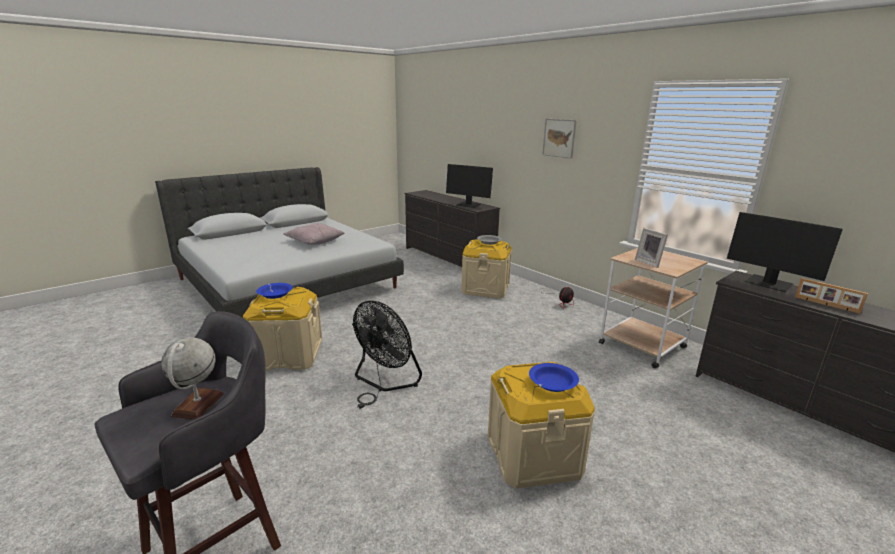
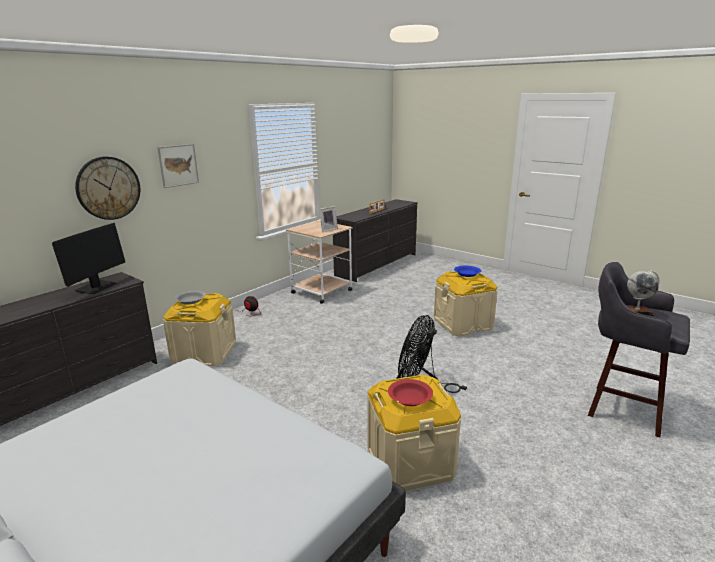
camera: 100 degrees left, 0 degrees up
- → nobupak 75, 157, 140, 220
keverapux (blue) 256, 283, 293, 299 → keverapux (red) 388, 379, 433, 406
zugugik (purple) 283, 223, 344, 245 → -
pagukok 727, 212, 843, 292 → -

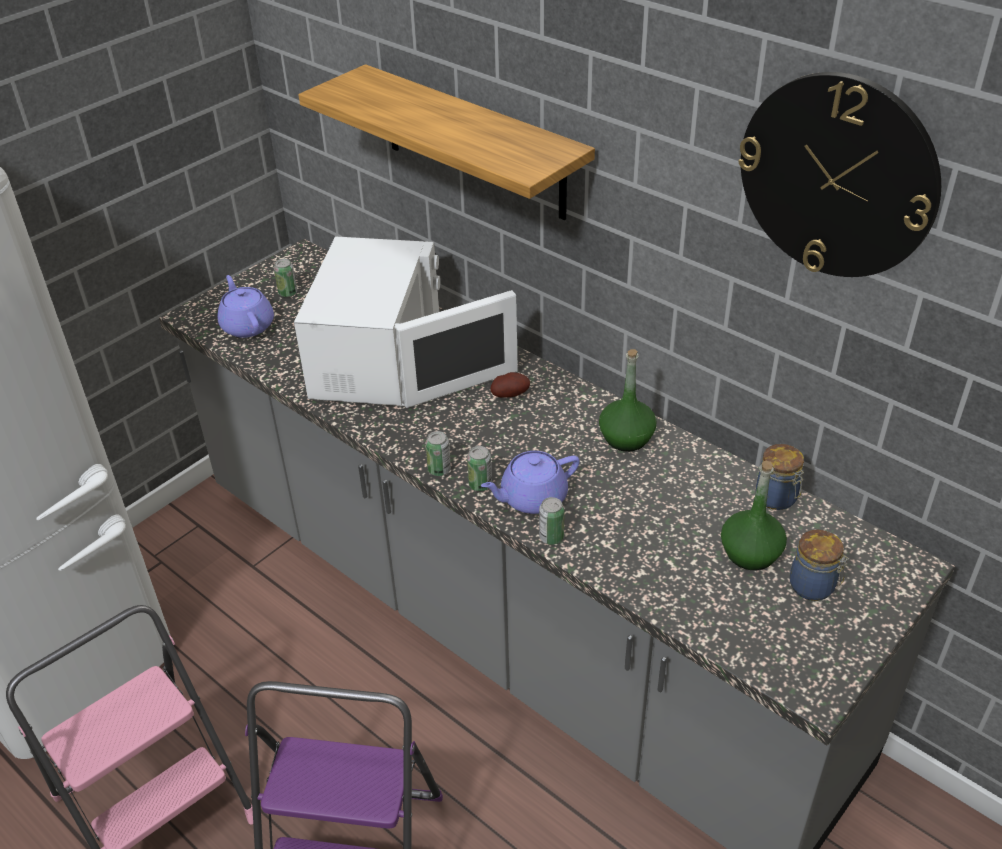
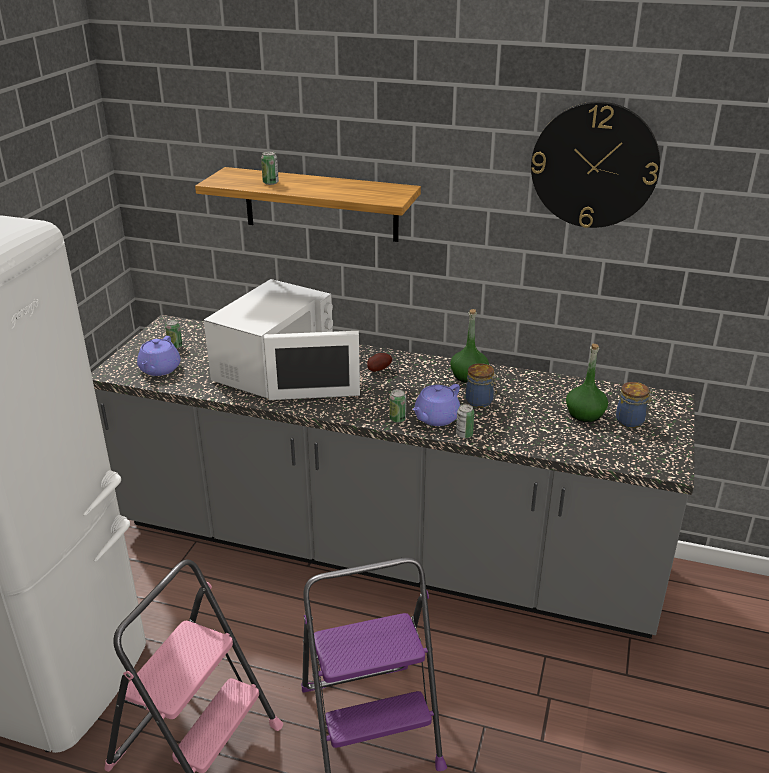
camera: 25 degrees left, 10 degrees down
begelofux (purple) 217, 275, 274, 338 → begelofux (purple) 137, 336, 181, 376, 120 degrees counterclockwise
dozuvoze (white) 294, 236, 518, 408 → dozuvoze (white) 204, 279, 360, 400, 45 degrees clockwise
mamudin 425, 431, 451, 476 → mamudin 261, 151, 279, 185, relocated
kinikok 756, 444, 804, 510 → kinikok 466, 363, 497, 408, relocated

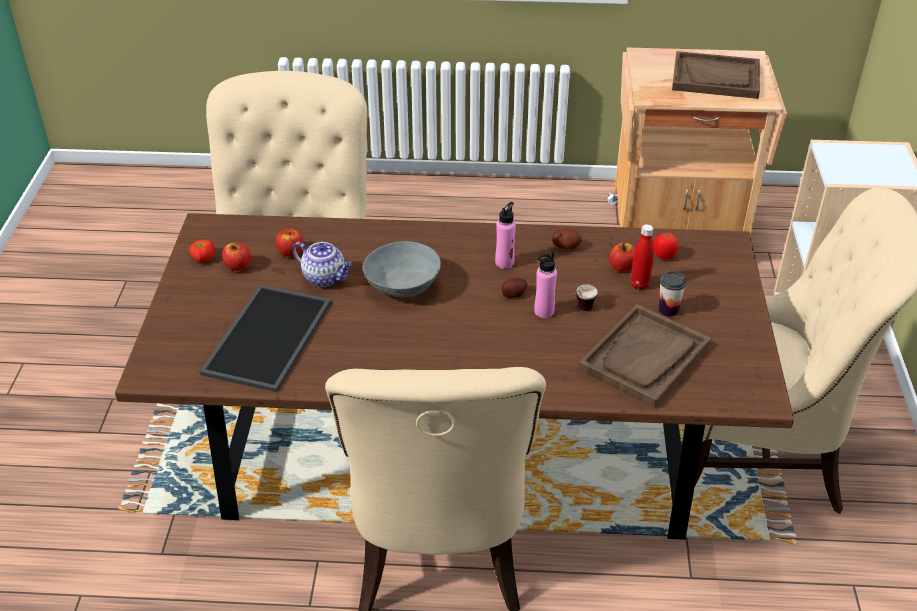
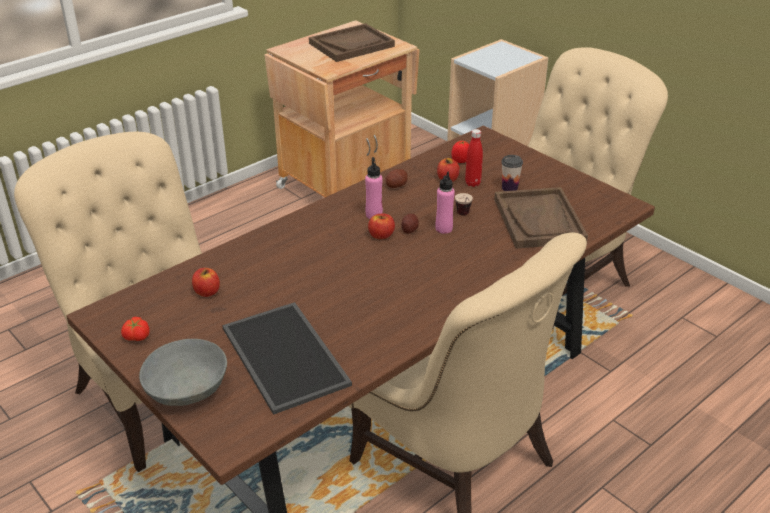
camera: 45 degrees left, 5 degrees down
keverapux (grey) 363, 241, 441, 297 → keverapux (grey) 139, 339, 227, 406, relocated
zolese 222, 243, 251, 271 → zolese 368, 214, 395, 239, relocated
begelofux 292, 242, 353, 287 → -

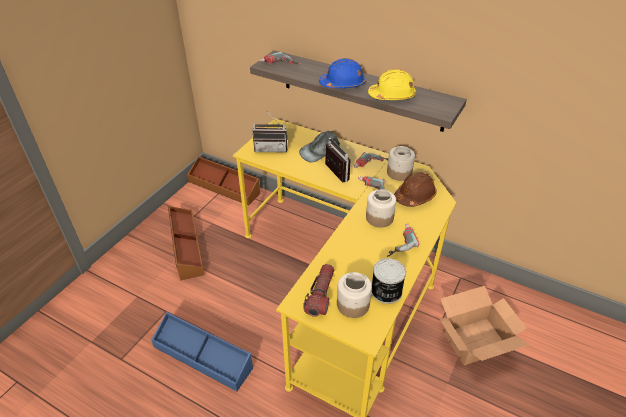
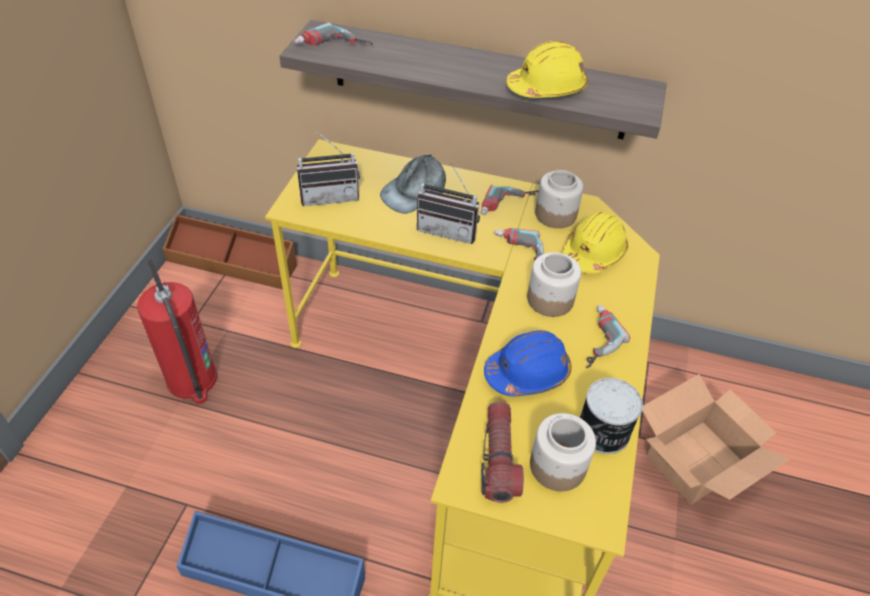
camera: 15 degrees left, 5 degrees up
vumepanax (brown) 168, 206, 205, 281 → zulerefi 137, 260, 217, 404
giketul 325, 138, 351, 183 → giketul 417, 162, 480, 244, 150 degrees clockwise
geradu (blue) 319, 58, 366, 88 → geradu (blue) 484, 330, 571, 396, relocated
geradu (brown) 394, 172, 437, 207 → geradu (yellow) 562, 212, 628, 273

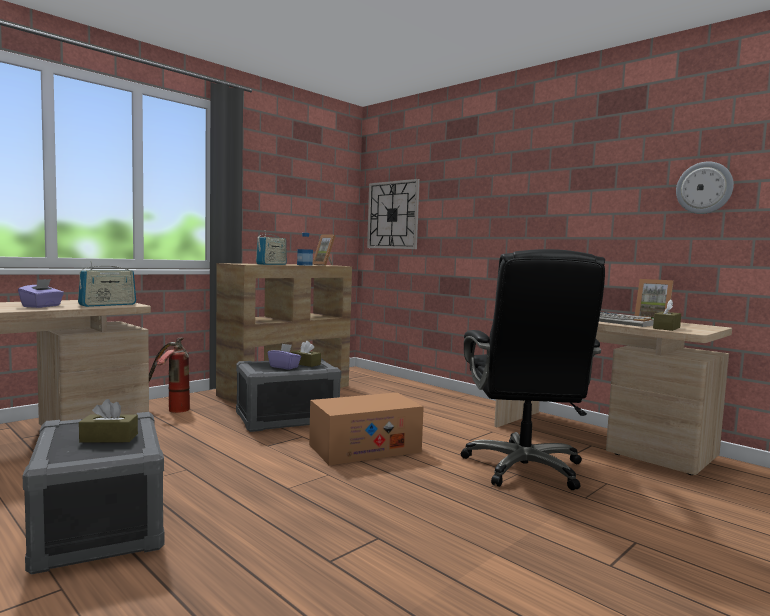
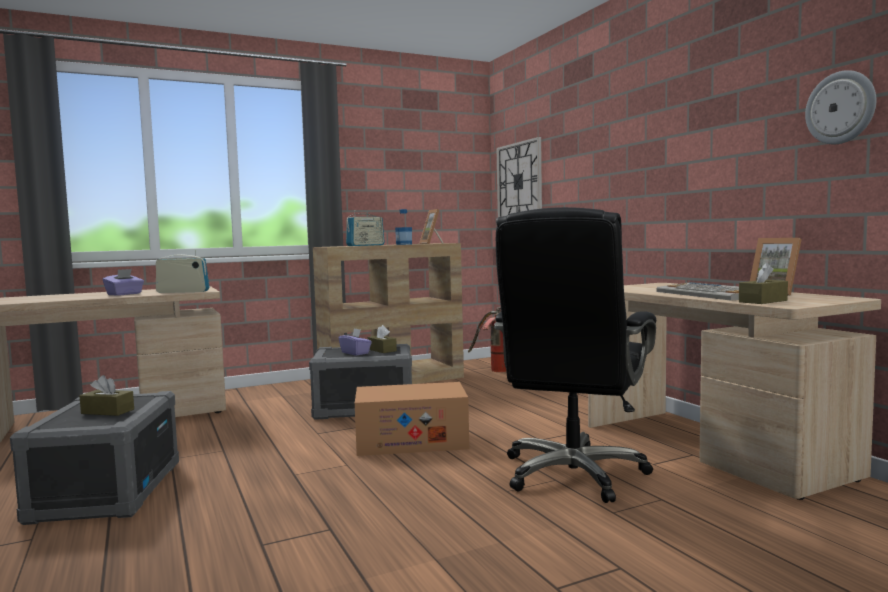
camera: 20 degrees right, 0 degrees up
giketul 78, 261, 136, 307 → giketul 156, 250, 209, 293, 150 degrees counterclockwise
zulerefi 149, 338, 190, 413 → zulerefi 468, 307, 506, 372, relocated

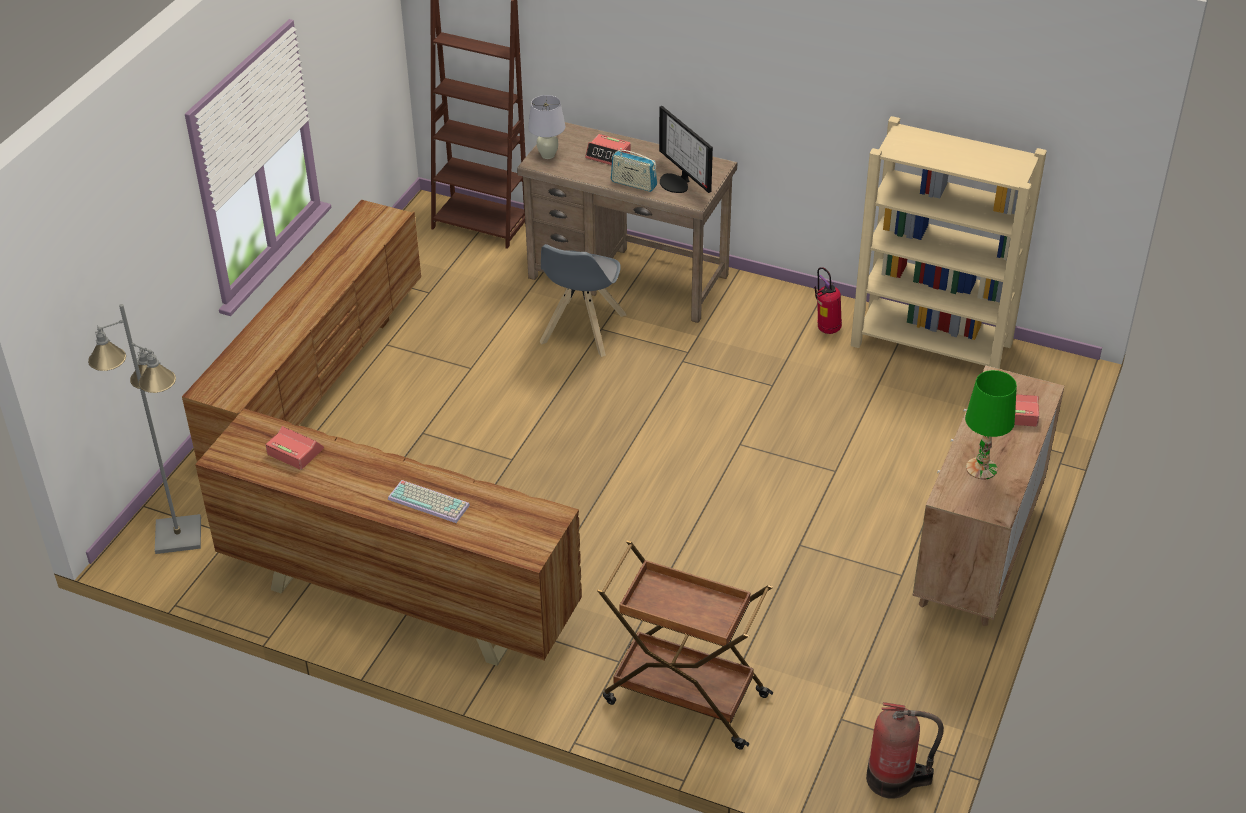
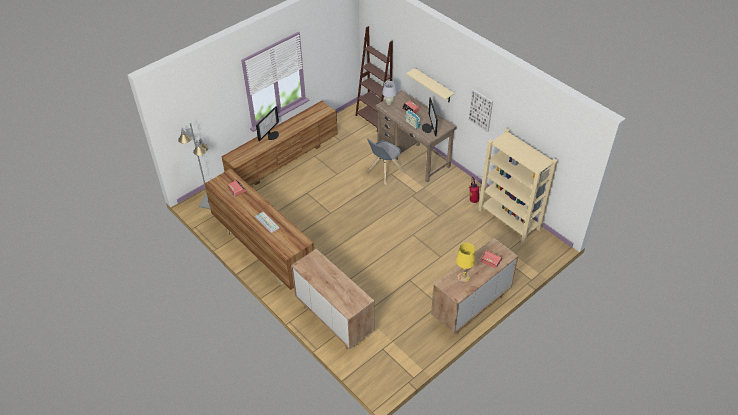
camera: 25 degrees right, 5 degrees up
- → pagukok 256, 106, 279, 141
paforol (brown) 597, 540, 773, 750 → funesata 291, 249, 374, 350
- → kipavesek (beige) 406, 68, 455, 102
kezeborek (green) 965, 370, 1017, 480 → kezeborek (yellow) 456, 243, 475, 282
- → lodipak 469, 89, 493, 133
zulerefi 866, 702, 944, 799 → -

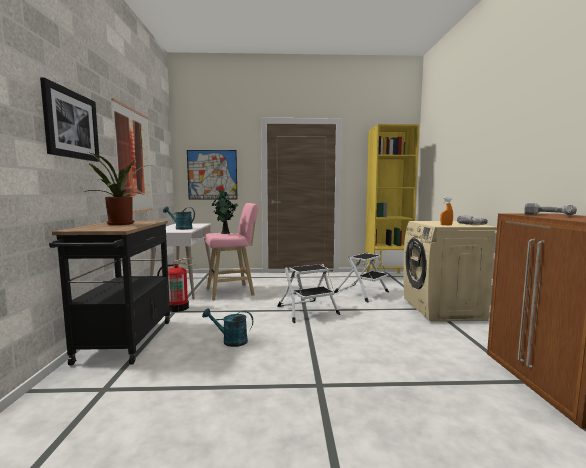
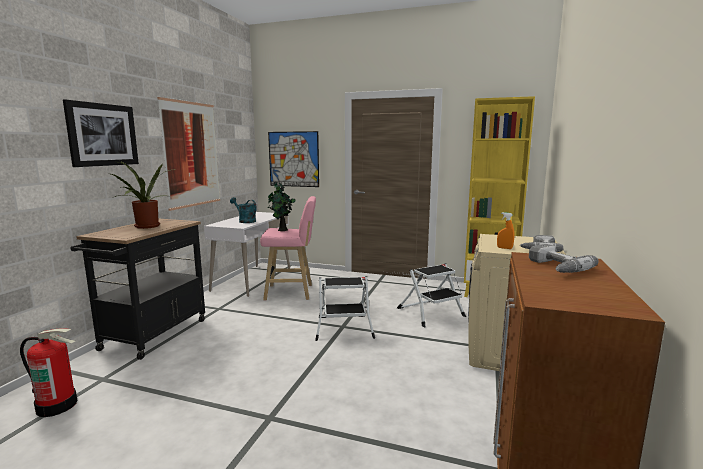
camera: 20 degrees right, 5 degrees up
zulerefi 157, 258, 195, 312 → zulerefi 20, 328, 77, 417, relocated
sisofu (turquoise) 202, 308, 253, 347 → -

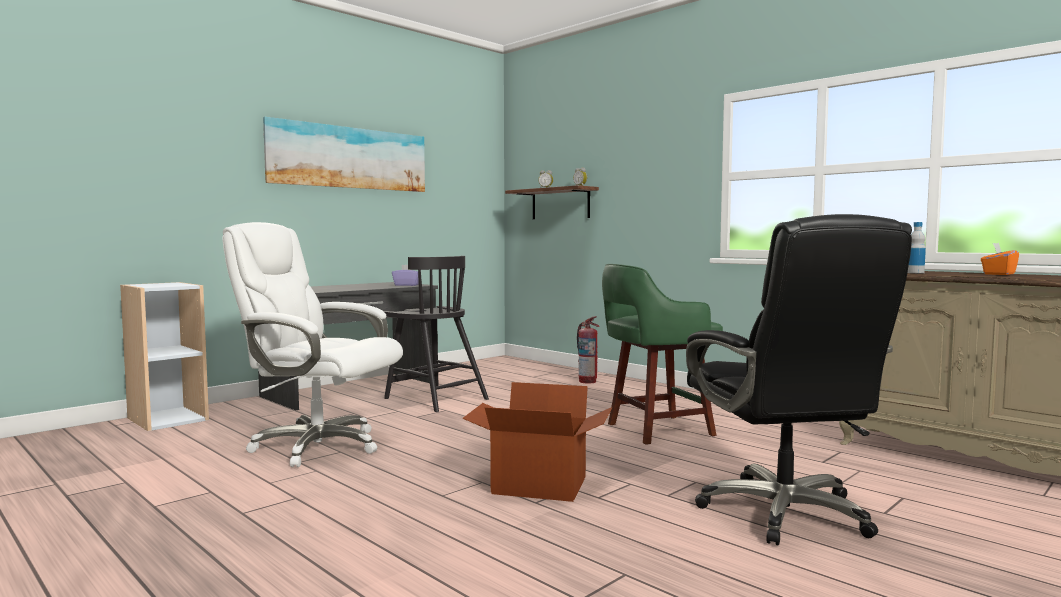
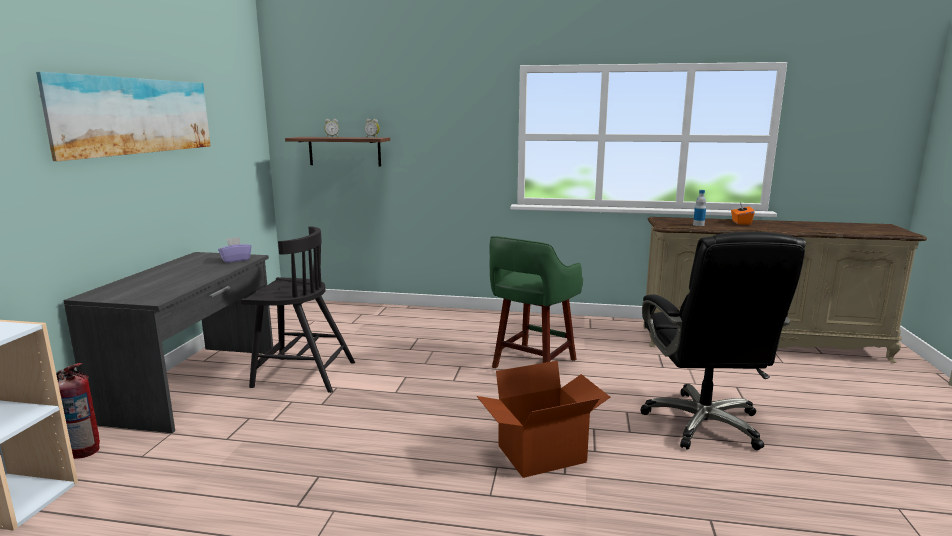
camera: 35 degrees left, 10 degrees up
zulerefi 577, 316, 599, 383 → zulerefi 56, 363, 100, 459, relocated
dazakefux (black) 686, 214, 912, 545 → dazakefux (black) 640, 232, 806, 450, 45 degrees clockwise
dazakefux (white) 222, 222, 403, 467 → -

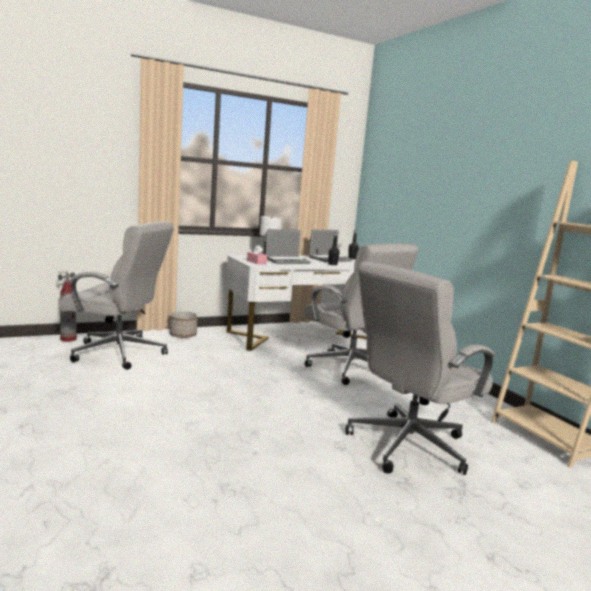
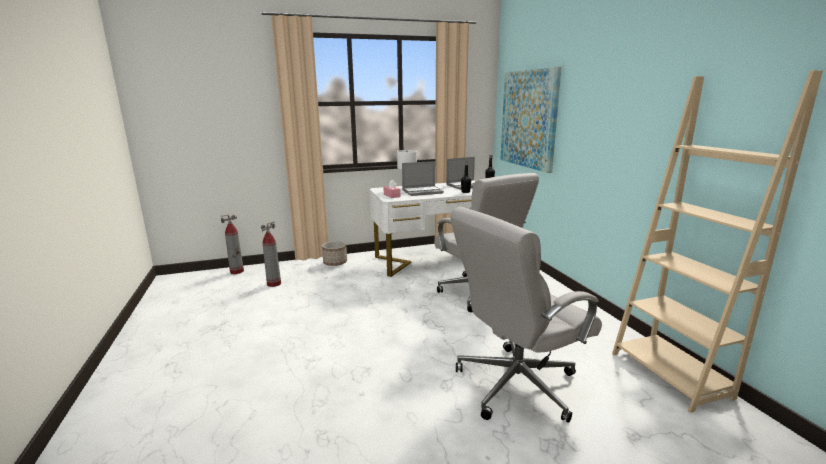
camera: 10 degrees right, 5 degrees up
dazakefux (grey) 60, 222, 174, 370 → zulerefi 261, 222, 281, 287
- → lodipak 500, 67, 561, 173

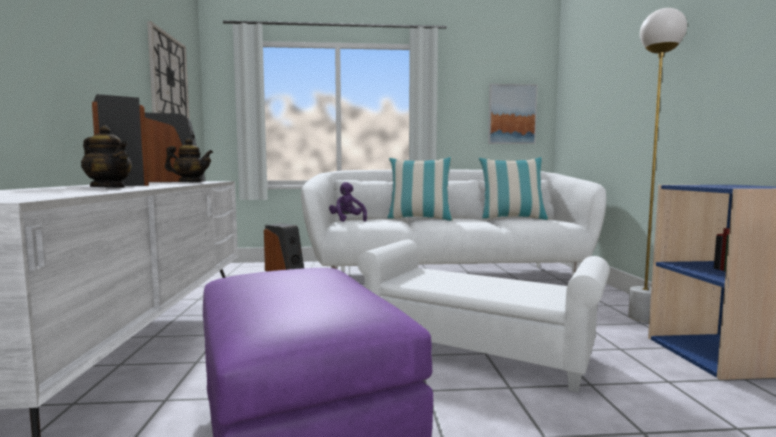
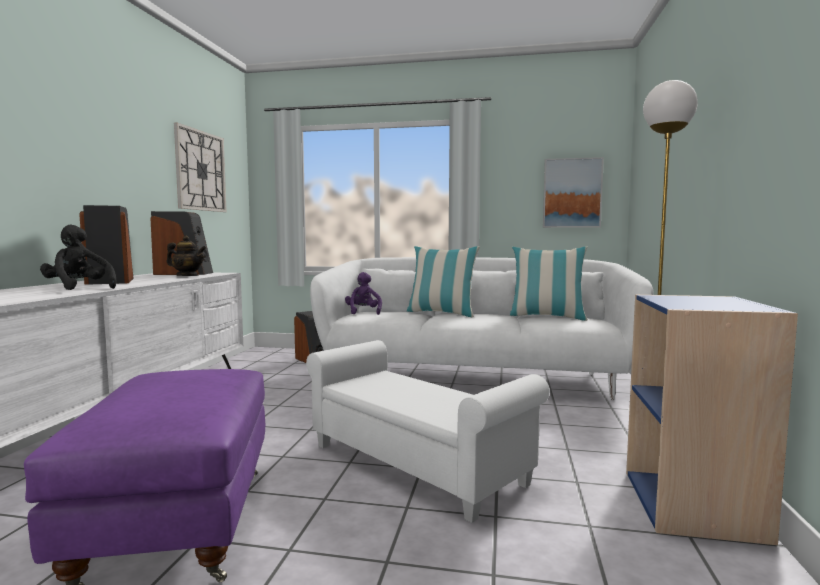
camera: 15 degrees right, 0 degrees up
begelofux 81, 125, 132, 188 → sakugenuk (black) 40, 225, 117, 290

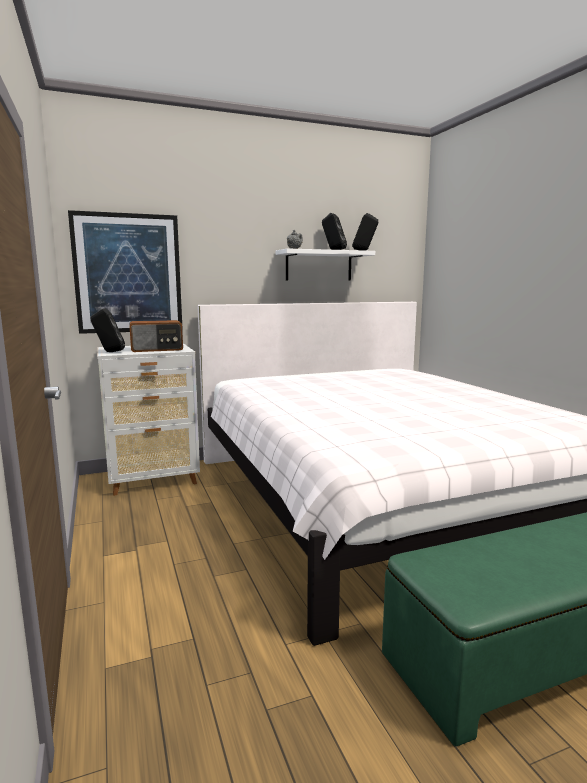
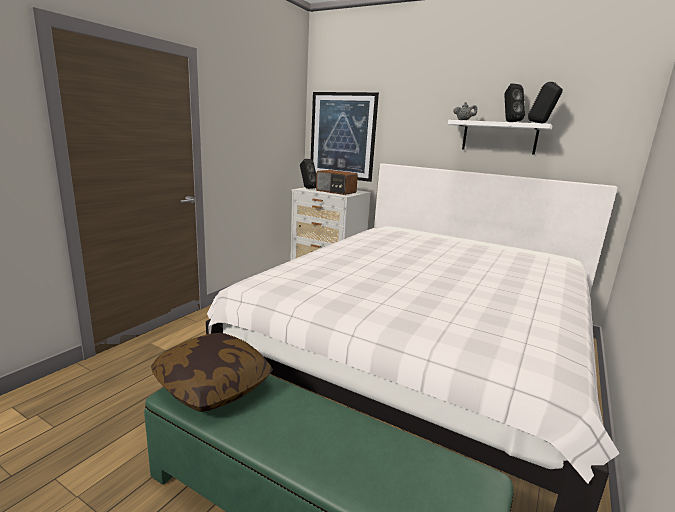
camera: 50 degrees right, 5 degrees up
- → zugugik 151, 333, 273, 412

